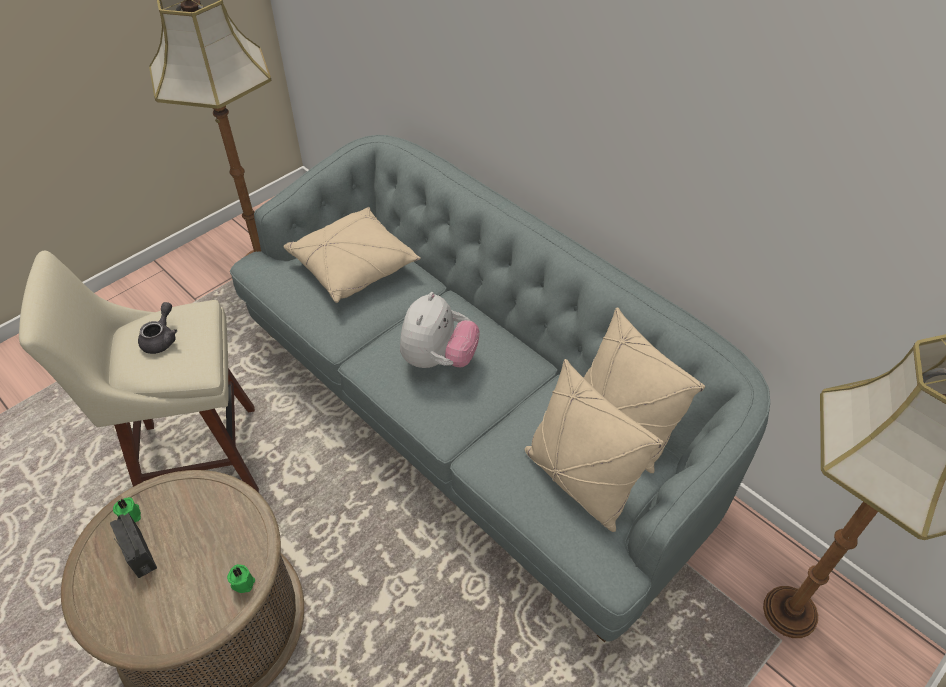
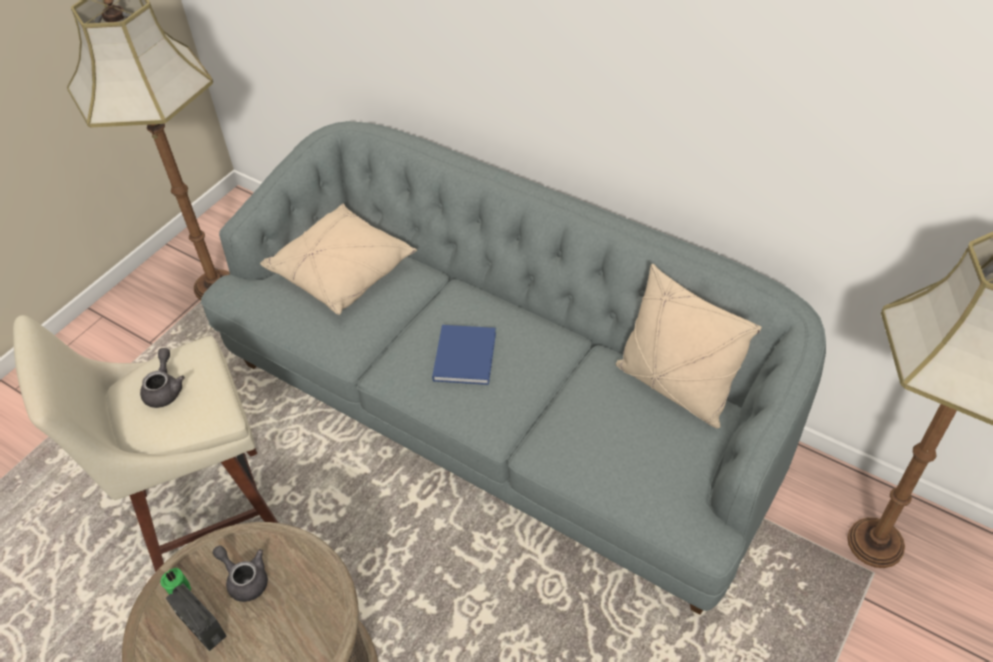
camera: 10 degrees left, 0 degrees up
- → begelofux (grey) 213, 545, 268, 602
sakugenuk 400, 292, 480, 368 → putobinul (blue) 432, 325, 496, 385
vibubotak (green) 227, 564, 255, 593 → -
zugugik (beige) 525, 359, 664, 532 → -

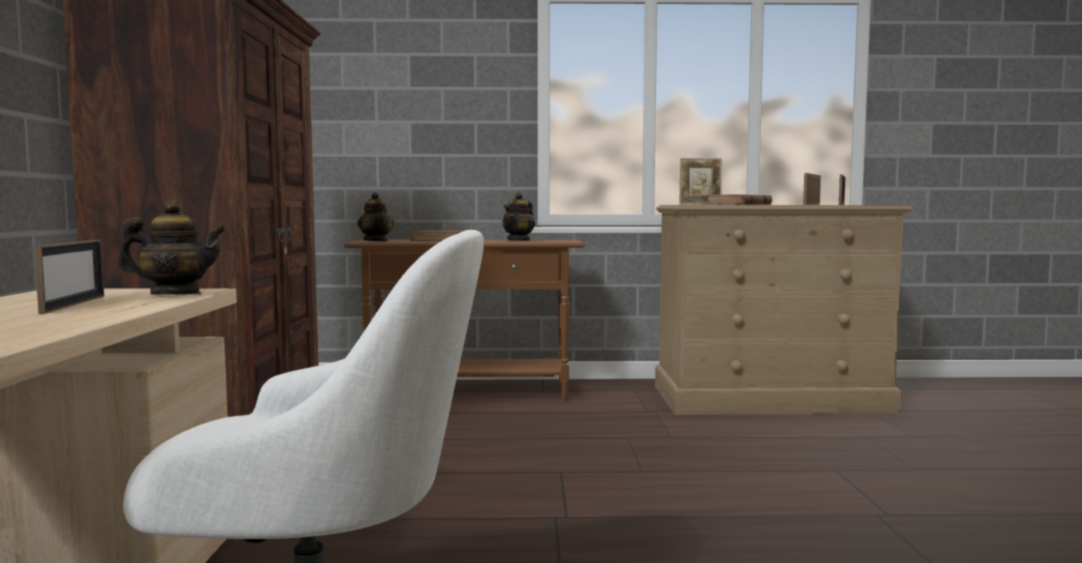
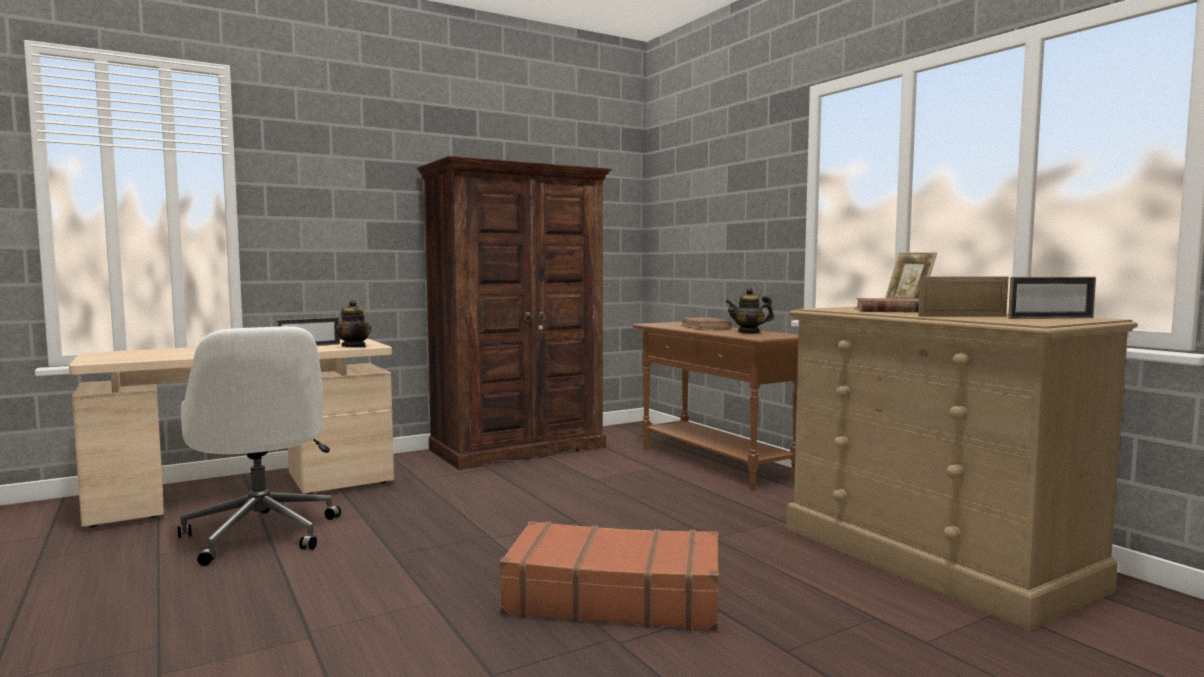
camera: 60 degrees right, 0 degrees up
- → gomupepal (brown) 500, 521, 719, 631
begelofux 357, 192, 394, 241 → -

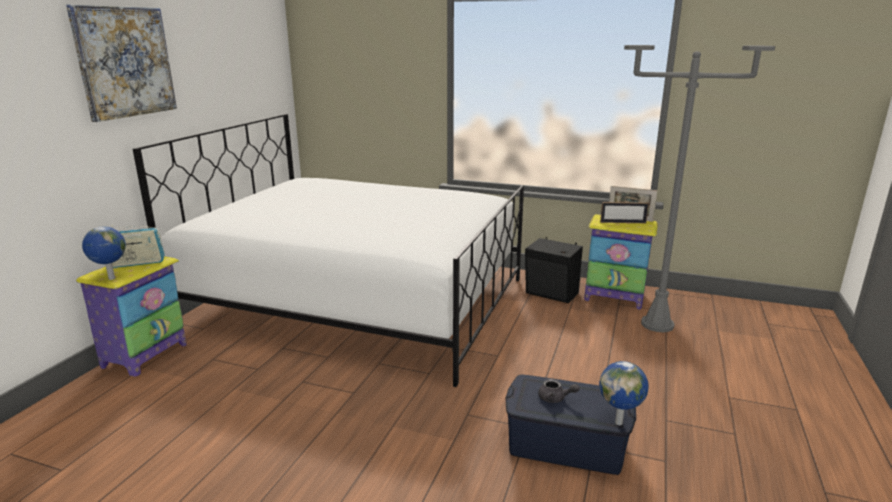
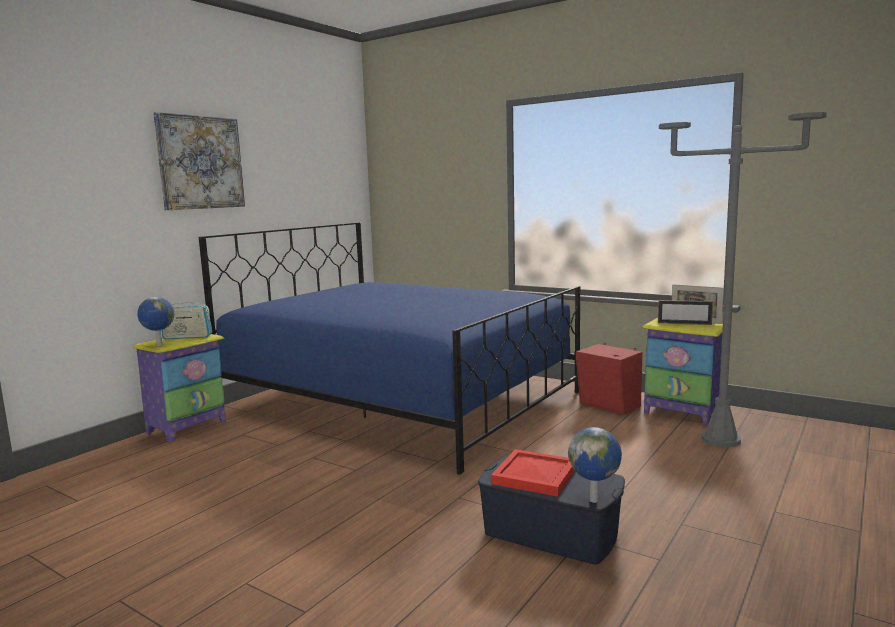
camera: 15 degrees right, 10 degrees down
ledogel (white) 133, 114, 524, 387 → ledogel (blue) 199, 223, 580, 475
begelofux (grey) 538, 379, 580, 403 → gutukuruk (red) 491, 449, 575, 497
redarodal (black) 525, 237, 583, 303 → redarodal (red) 576, 343, 643, 415

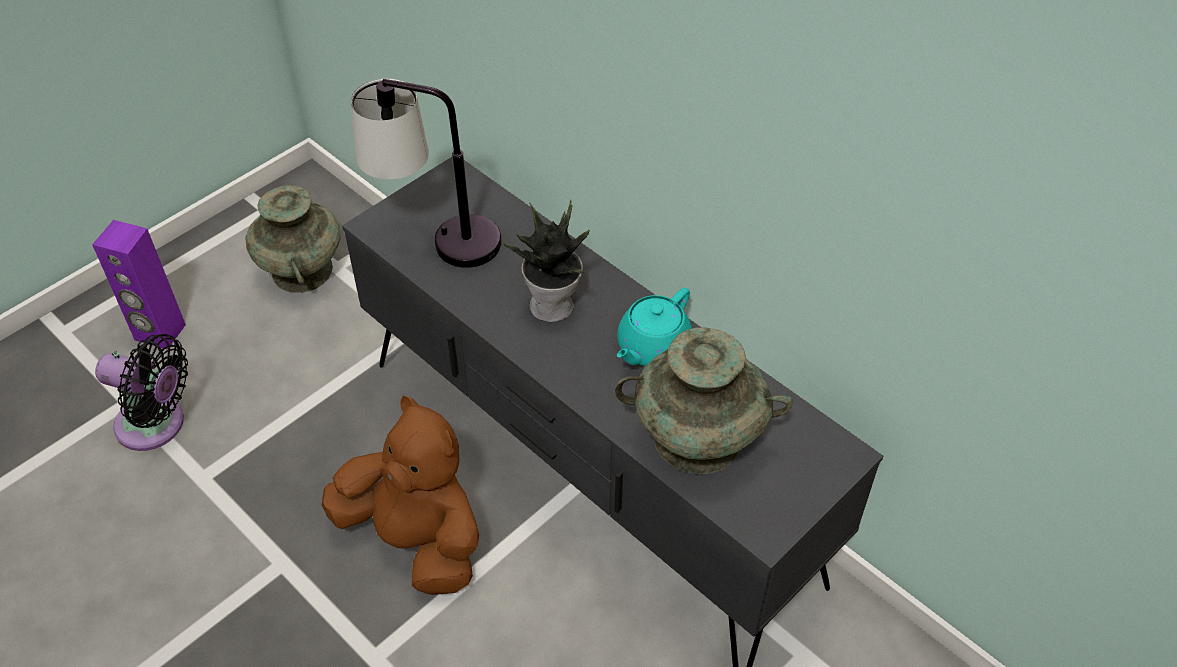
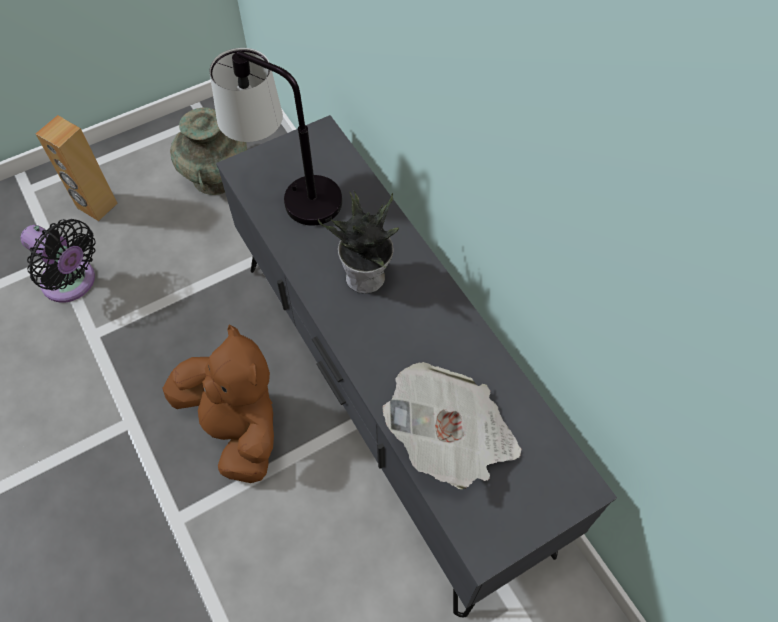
camera: 15 degrees right, 10 degrees up
redarodal (purple) 92, 220, 186, 350 → redarodal (brown) 36, 115, 118, 221
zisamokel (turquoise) 615, 327, 793, 474 → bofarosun 382, 362, 521, 489
begelofux (turquoise) 617, 288, 692, 366 → -

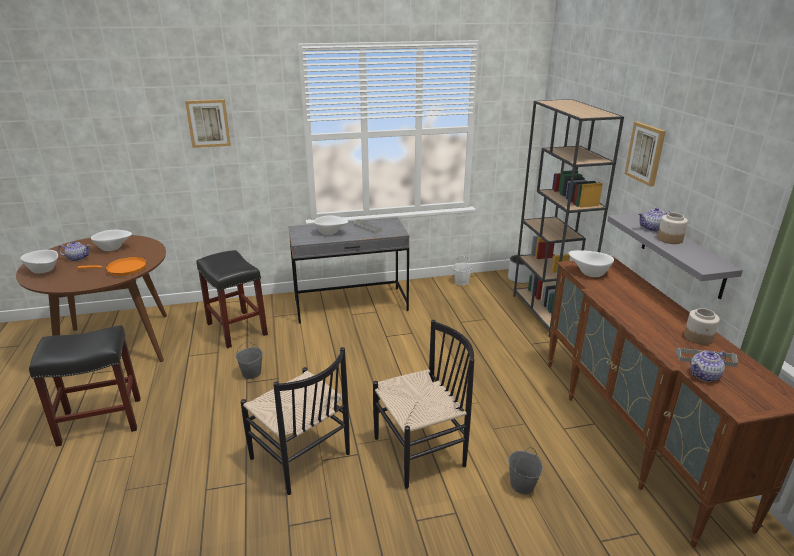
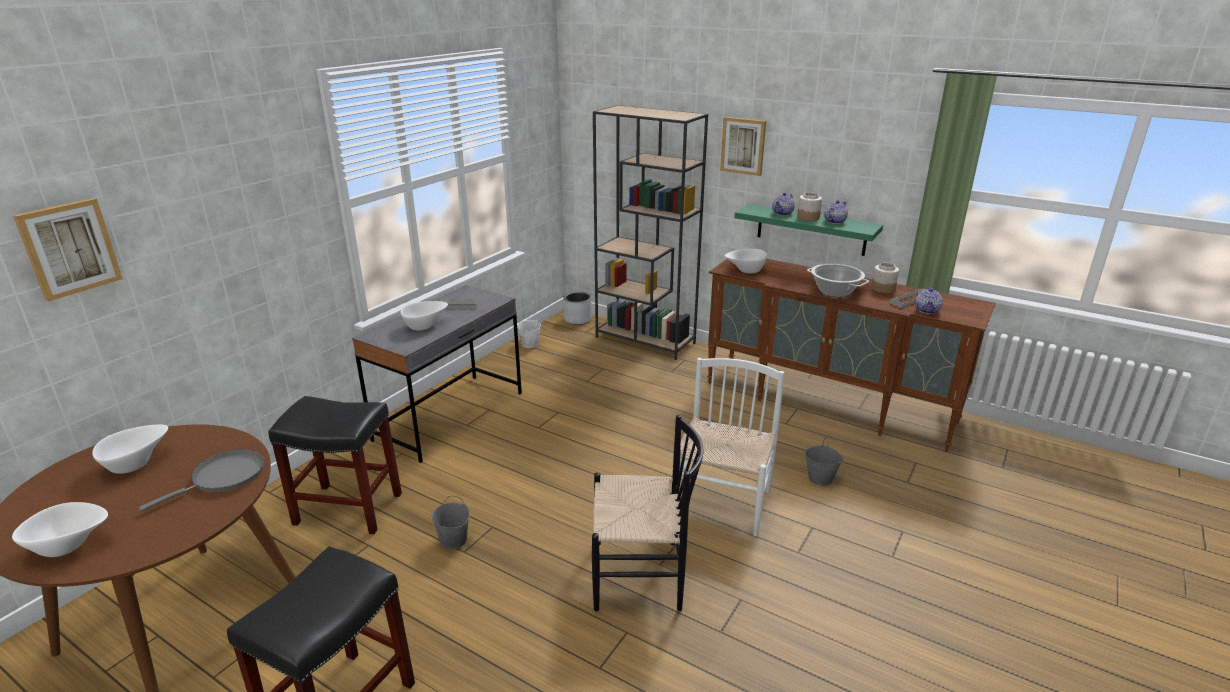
camera: 45 degrees left, 0 degrees up
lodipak 185, 99, 231, 148 → lodipak 13, 198, 123, 302, relocated
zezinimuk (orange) 77, 257, 147, 276 → zezinimuk (grey) 139, 449, 264, 512
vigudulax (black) 373, 320, 474, 489 → vigudulax (white) 679, 358, 784, 537
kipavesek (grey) 607, 213, 743, 299 → kipavesek (green) 734, 204, 883, 256
- → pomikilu 807, 264, 869, 297
begelofux 58, 241, 91, 261 → begelofux 824, 200, 848, 224, relocated

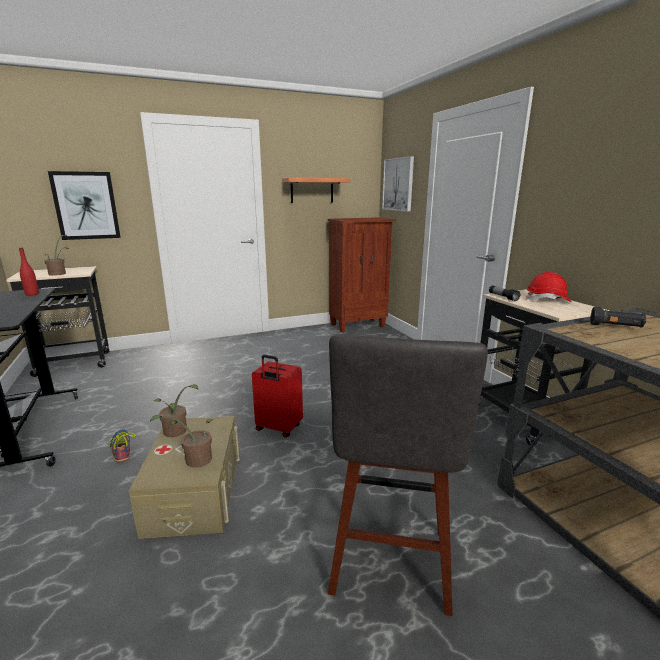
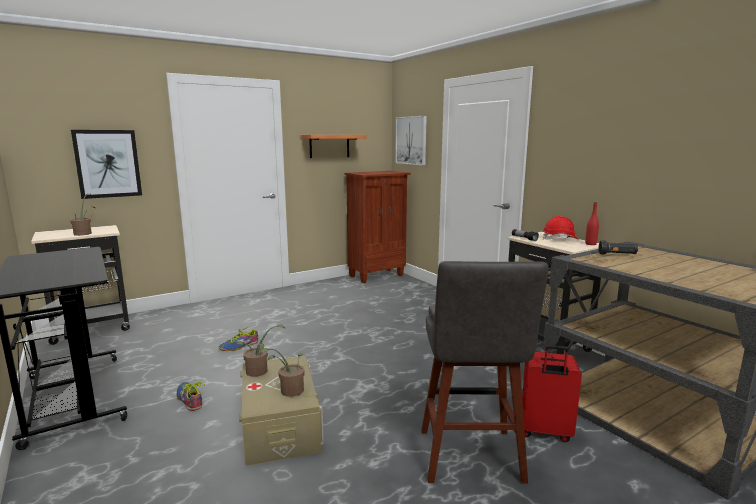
camera: 10 degrees left, 5 degrees down
- → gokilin 219, 326, 258, 351
gomupepal (red) 252, 355, 303, 437 → gomupepal (red) 522, 345, 582, 442, relocated
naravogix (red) 19, 248, 39, 296 → naravogix (red) 585, 202, 599, 245, relocated

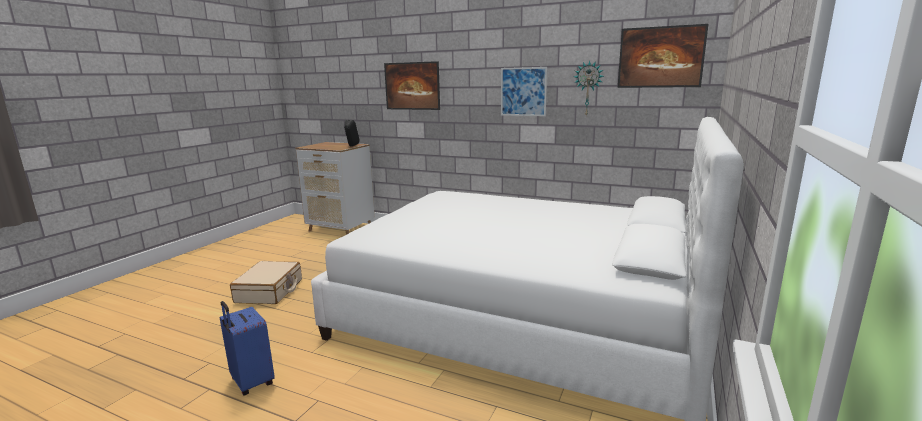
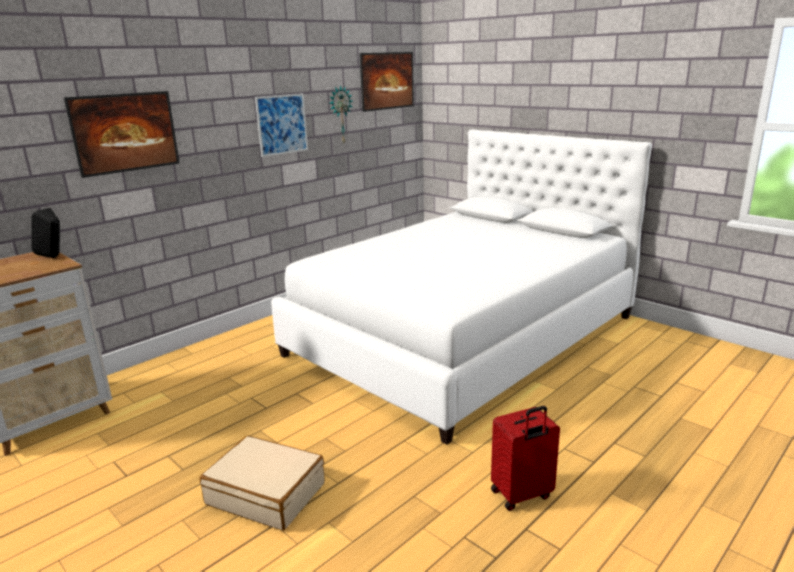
camera: 70 degrees left, 5 degrees up
gomupepal (blue) 219, 301, 275, 396 → gomupepal (red) 491, 406, 560, 511

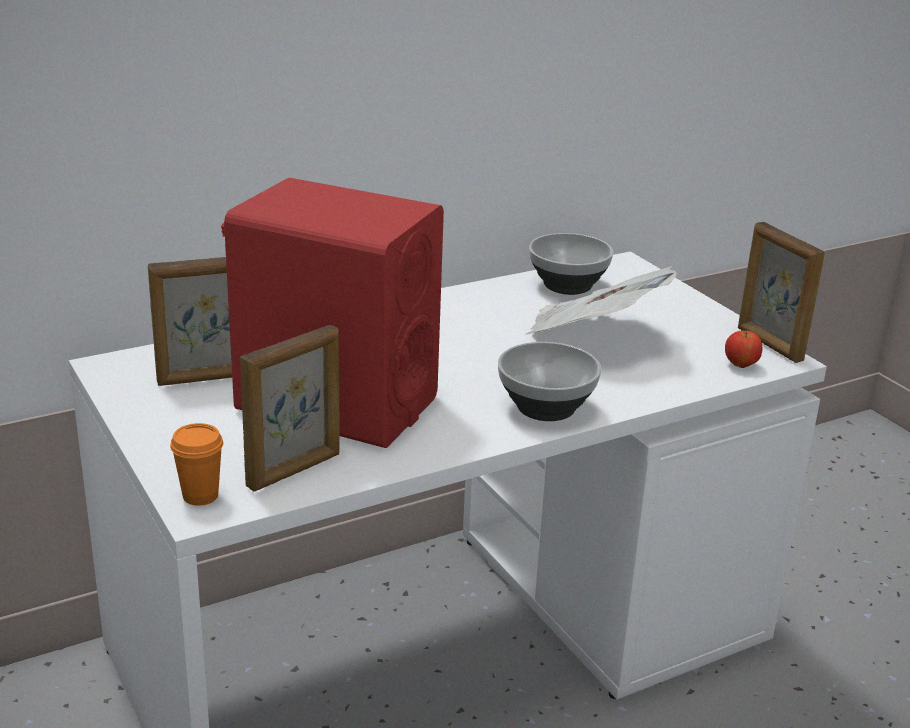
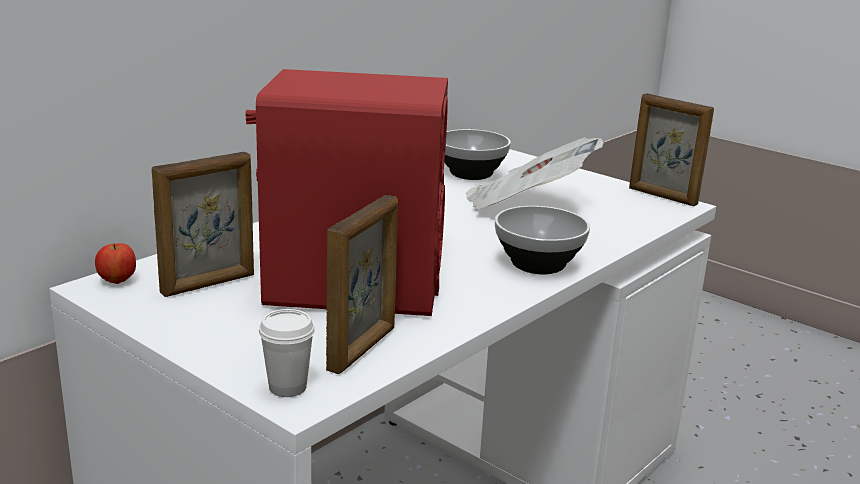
camera: 20 degrees left, 5 degrees down
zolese 725, 331, 762, 368 → zolese 95, 243, 136, 284, relocated
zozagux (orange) 170, 423, 223, 506 → zozagux (white) 259, 309, 315, 397

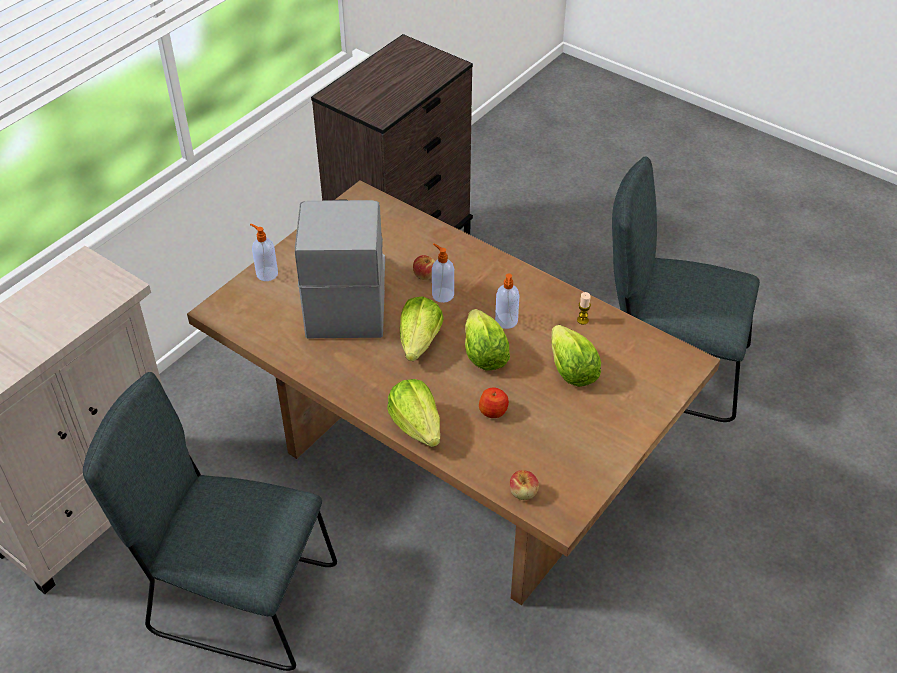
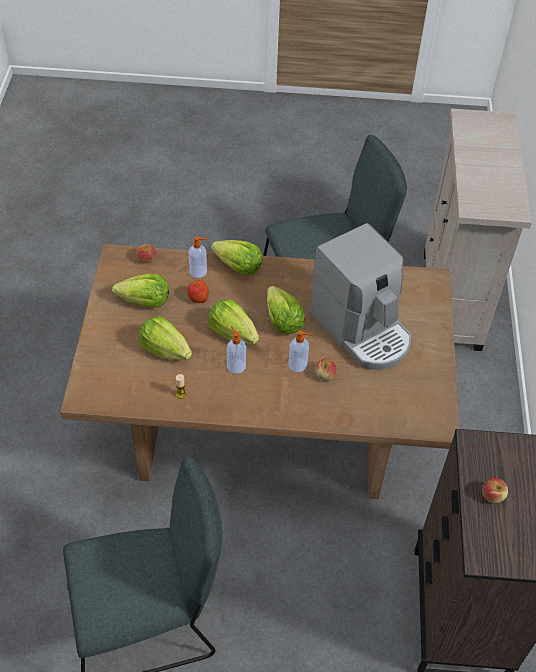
camera: 145 degrees right, 5 degrees up
- → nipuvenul 112, 274, 169, 308
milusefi 250, 224, 278, 281 → milusefi 189, 236, 208, 278, relocated
- → zolese 482, 478, 508, 503

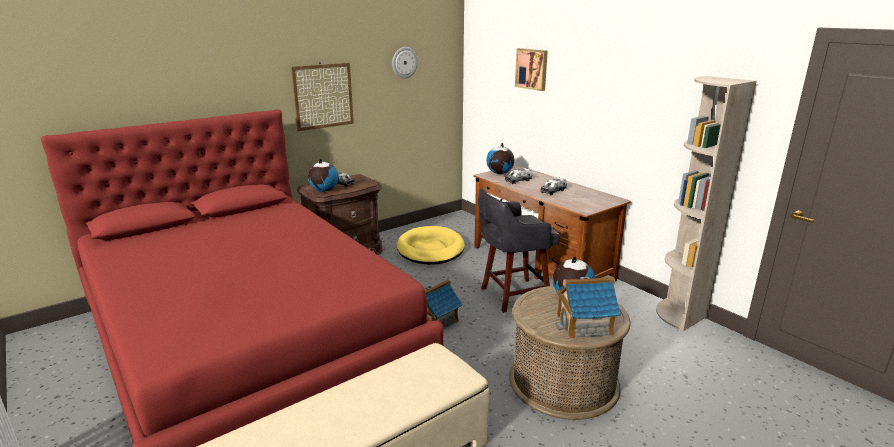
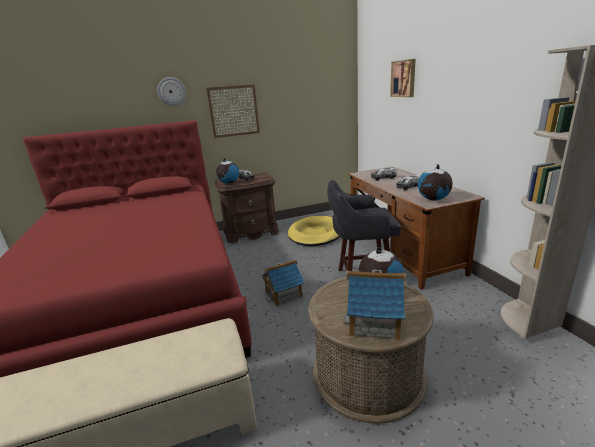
camera: 20 degrees right, 0 degrees up
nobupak 392, 47, 418, 78 → nobupak 157, 77, 186, 106, relocated
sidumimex 486, 143, 514, 174 → sidumimex 418, 164, 453, 200, relocated

